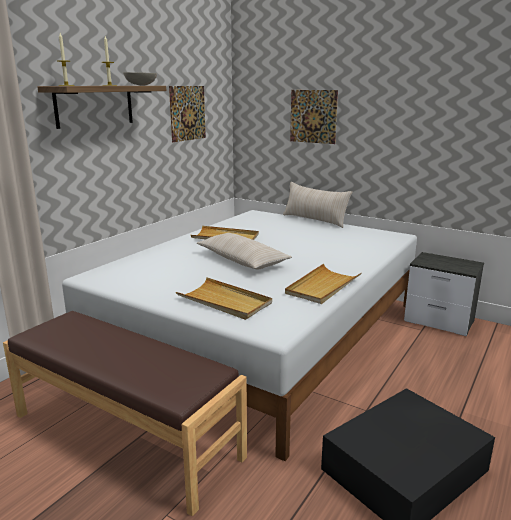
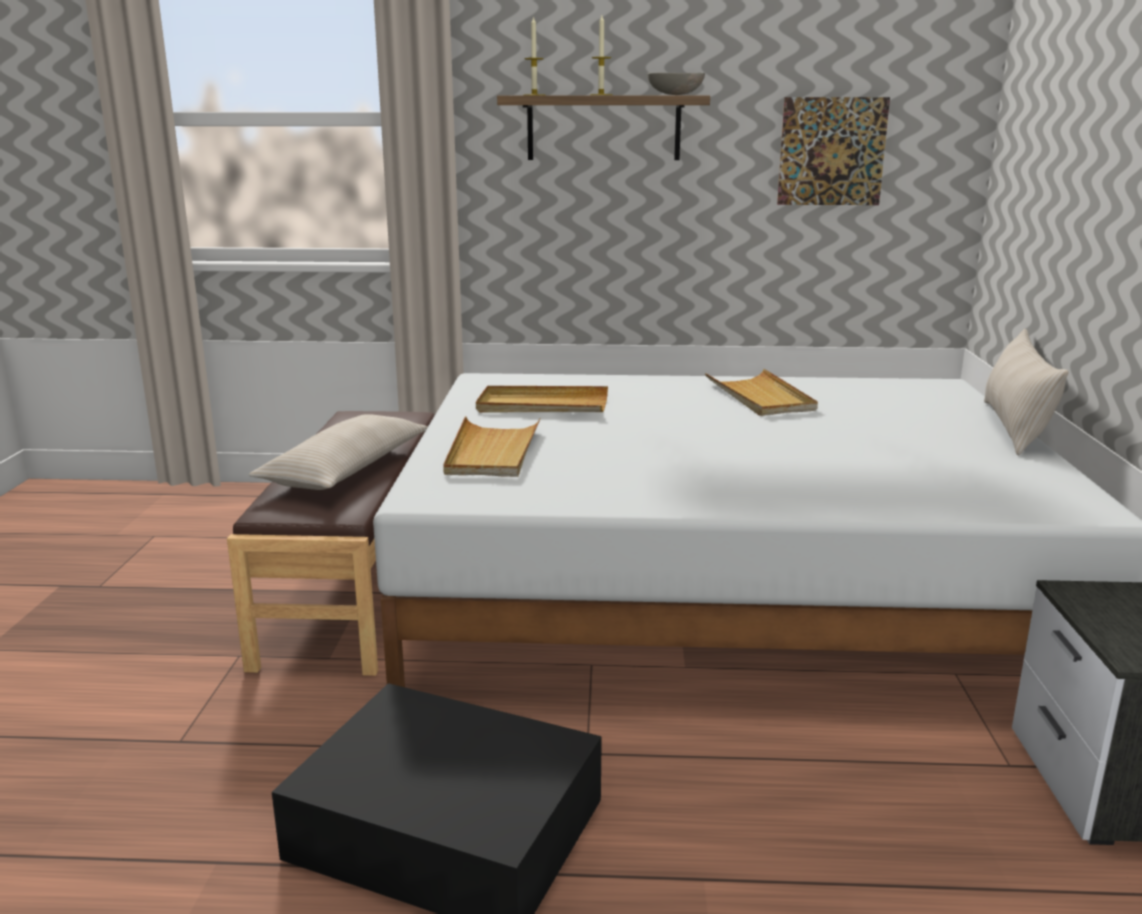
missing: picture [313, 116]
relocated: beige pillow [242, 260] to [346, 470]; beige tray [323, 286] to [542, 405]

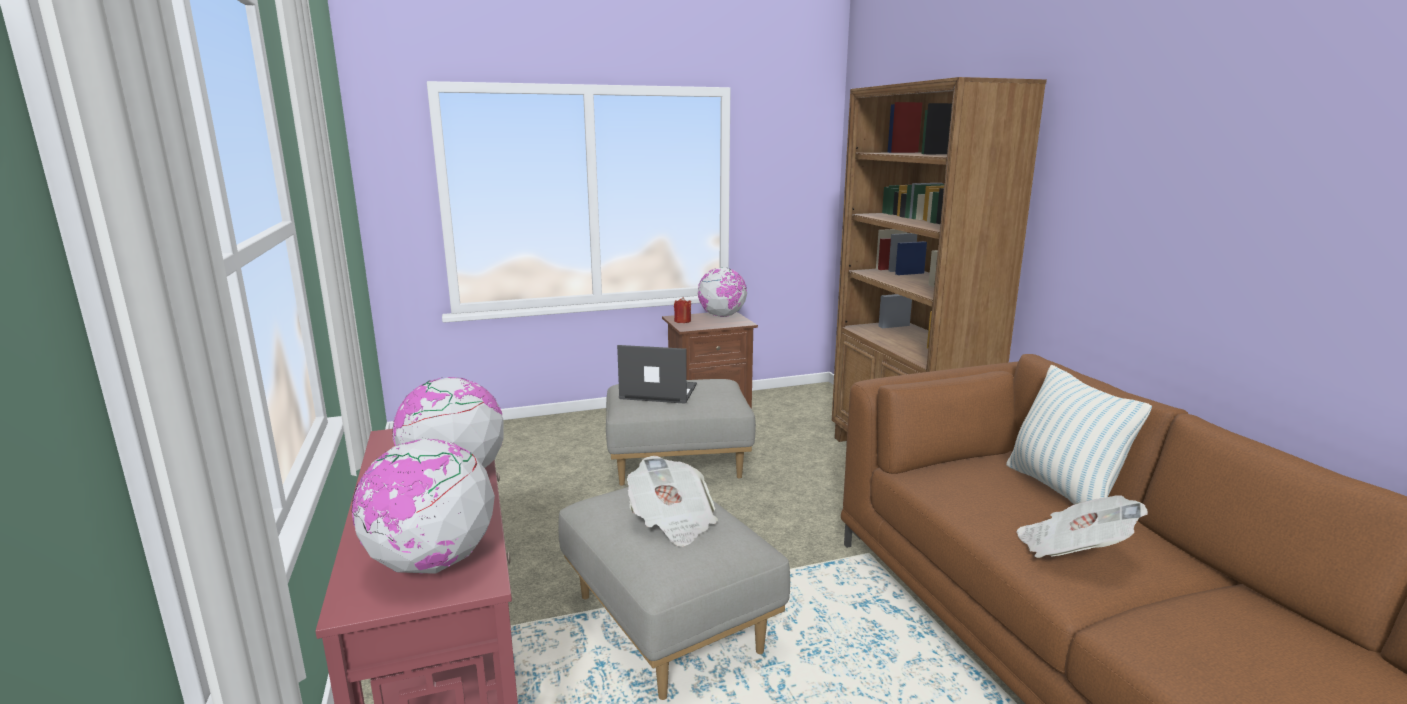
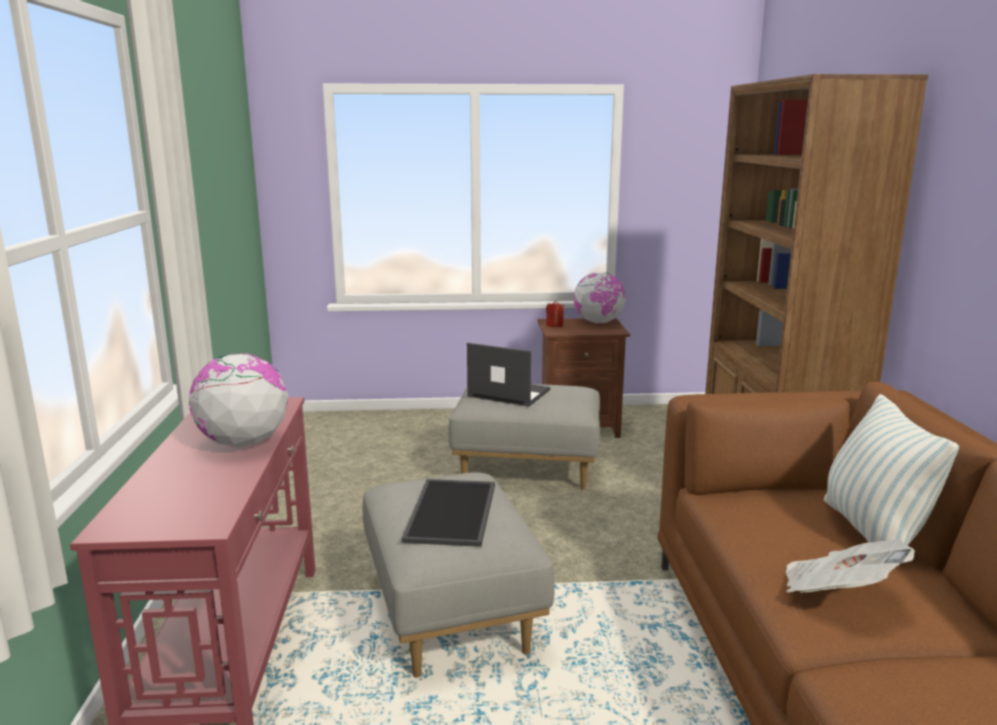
missing: globe [432, 563]
exchanged: newspaper [672, 522] to tray [453, 512]

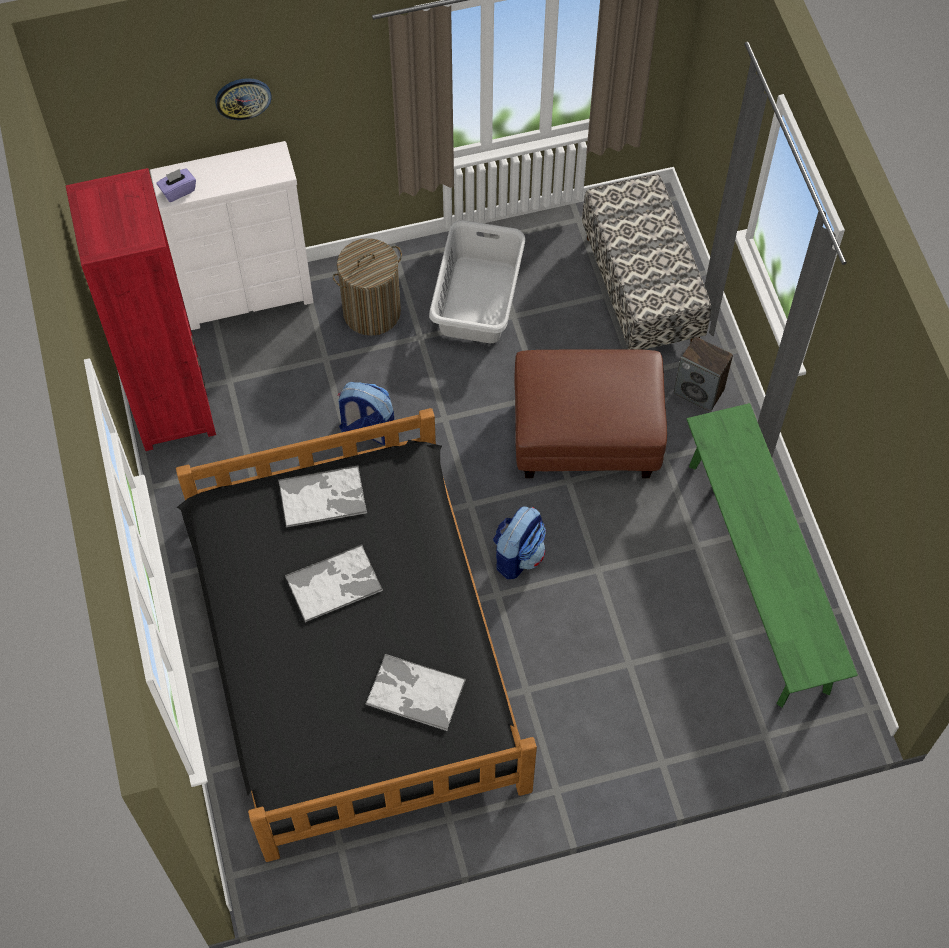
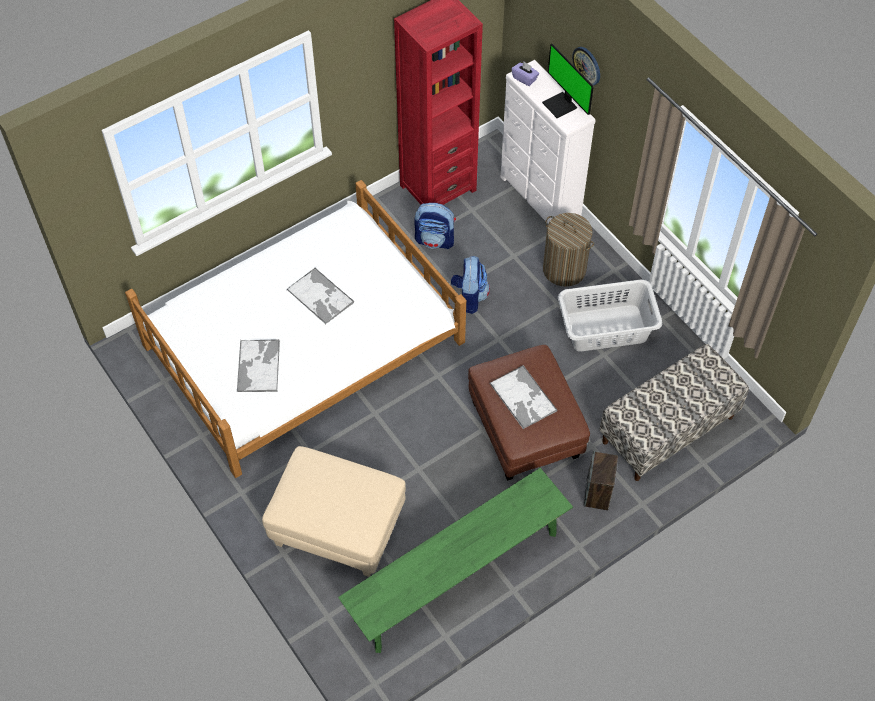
appeared: monitor [561, 105]; beige ottoman [337, 527]
relocated: tray [323, 497] to [523, 398]; backpack [518, 555] to [435, 240]
colour: black bed [353, 647] to white bed [304, 342]

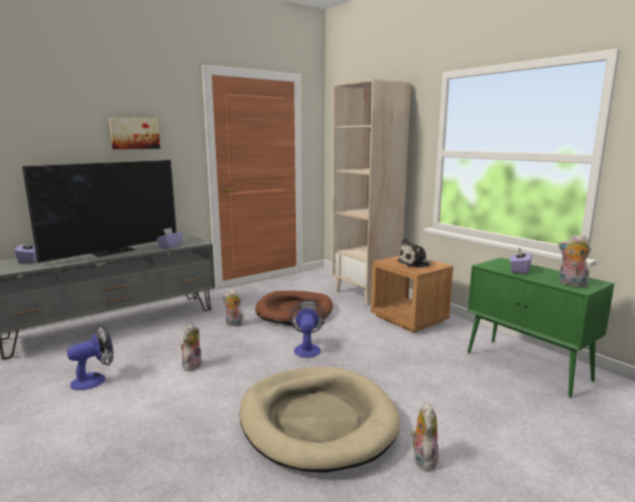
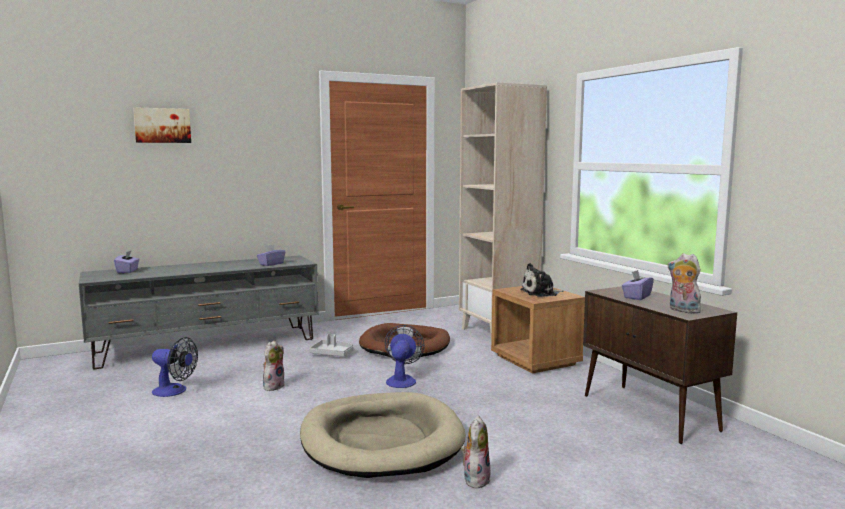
missing: television [114, 251]
relocated: picture [134, 133] to [162, 125]
exchanged: plush toy [234, 324] to grey tray [332, 353]
colour: green cabinet [528, 366] to brown cabinet [650, 413]
spun: fan [94, 379] = [174, 391] 45 degrees clockwise

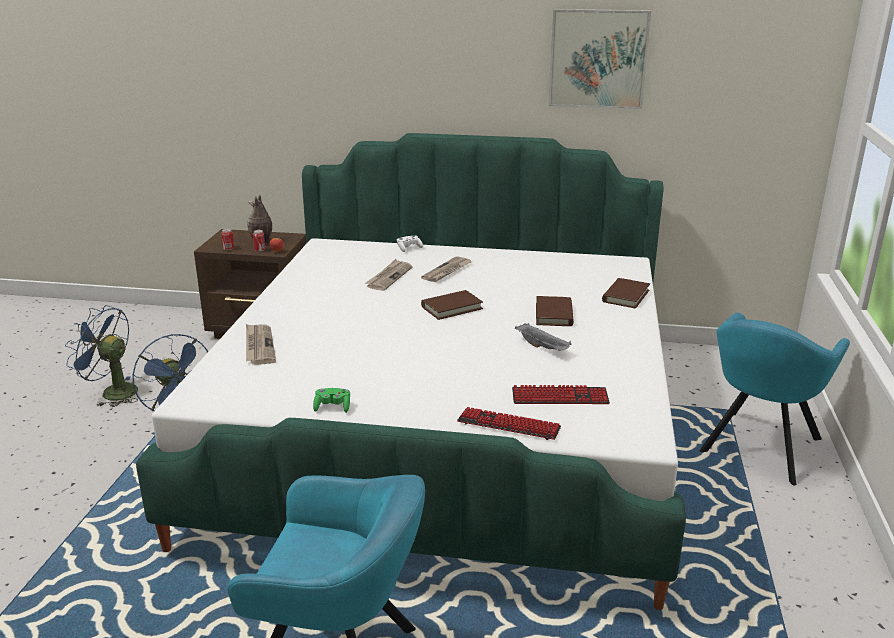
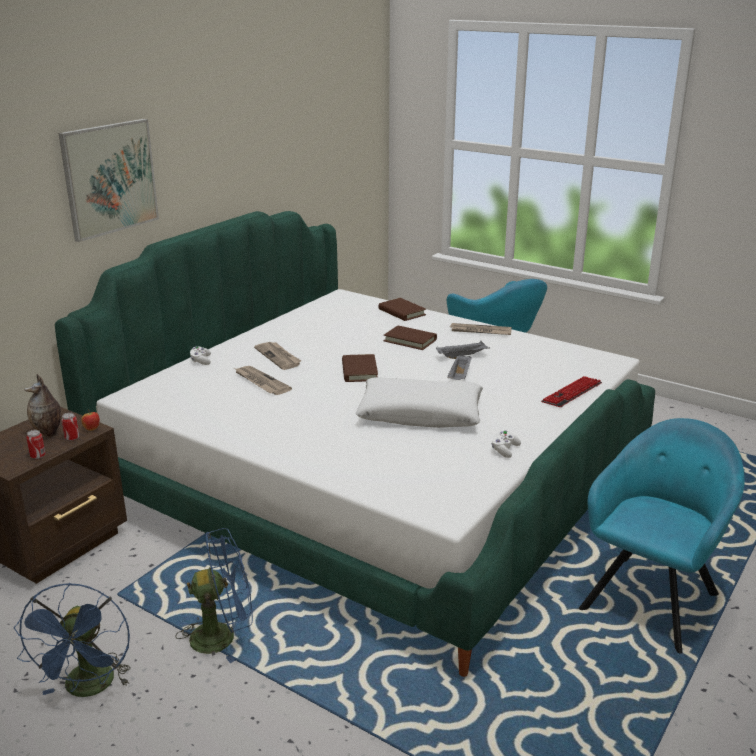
missing: keyboard [560, 397]
appeared: grey tray [459, 377]; white pillow [420, 414]
relocated: picture [598, 59] to [110, 178]; newspaper [259, 346] to [480, 331]
colour: green game controller [333, 407] to white game controller [504, 450]
spun: blue fan [112, 392] = [88, 689] 45 degrees counterclockwise

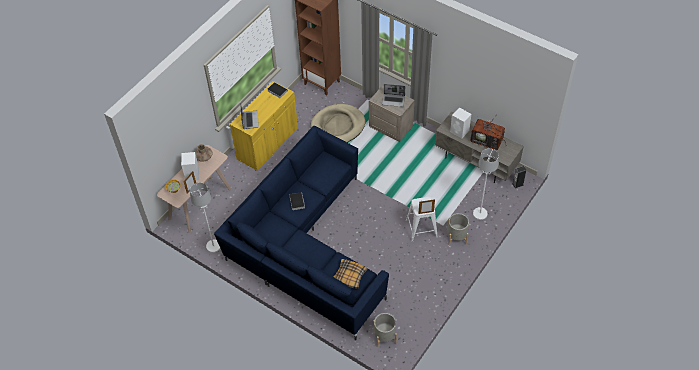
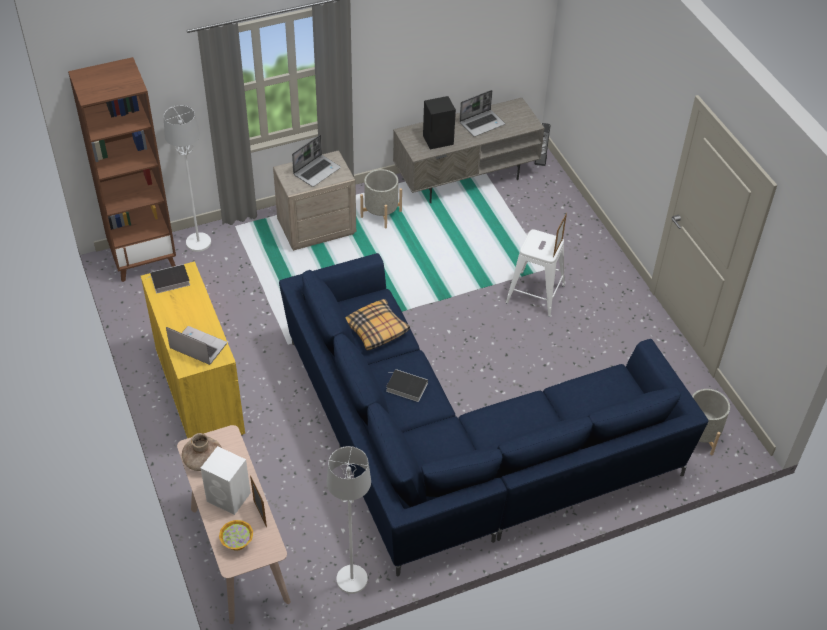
missing: beige dog bed [338, 126]
relocated: white floor lamp [480, 214] to [199, 242]; grey planter [456, 237] to [381, 214]; pillow [349, 276] to [376, 330]
exchanged: television [487, 141] to laptop [482, 123]
colour: white speaker [460, 131] to black speaker [439, 140]

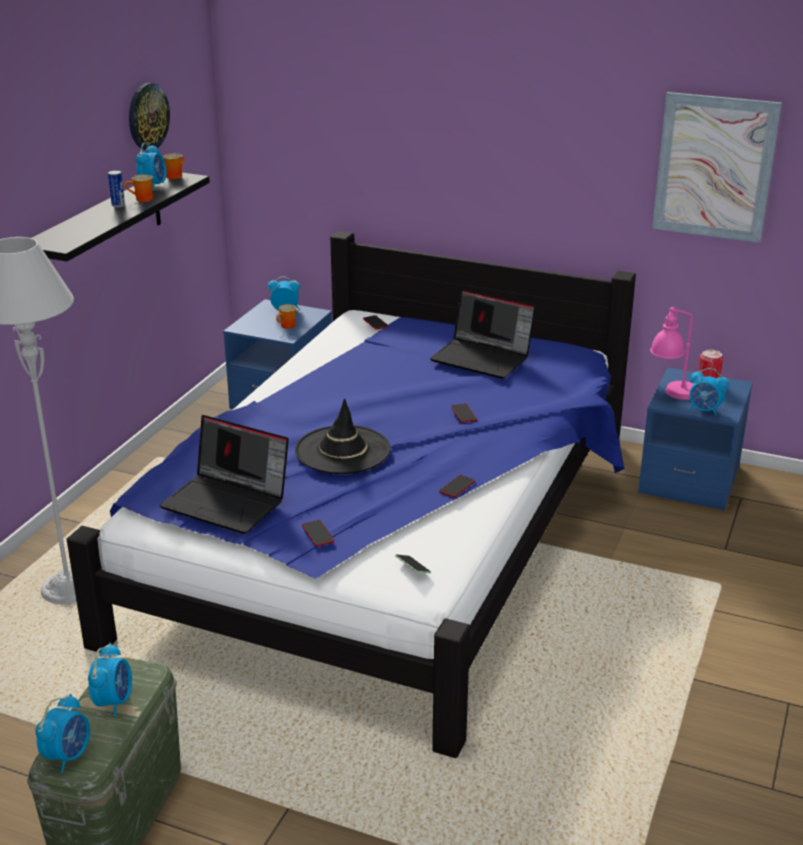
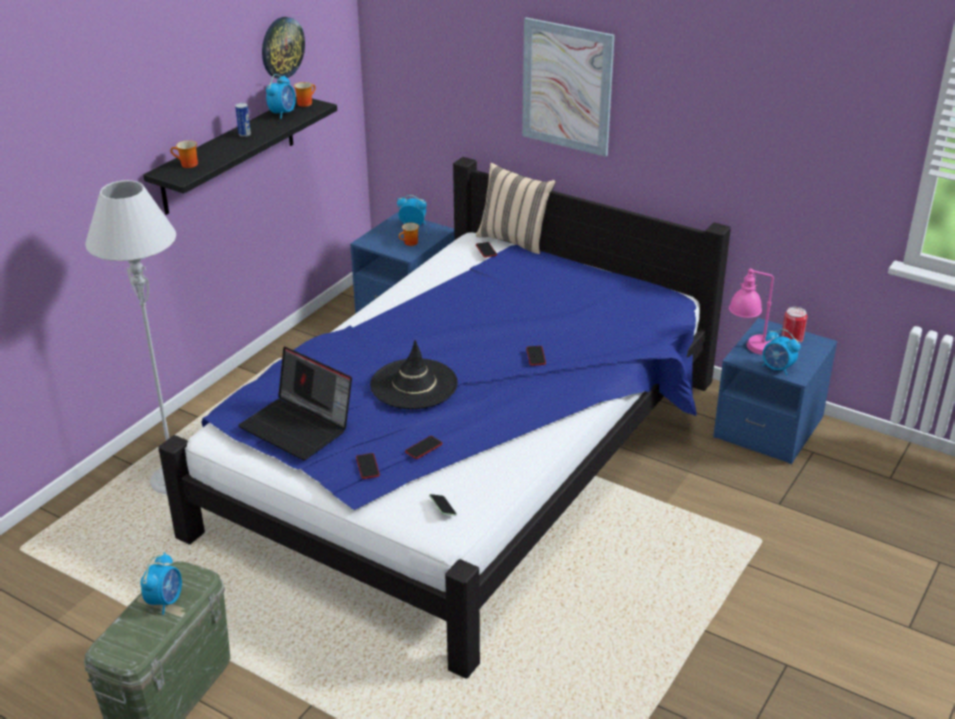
missing: laptop [483, 358]; alarm clock [68, 755]
appeared: beige pillow [515, 241]
relocated: picture [714, 167] to [567, 87]; mug [142, 199] to [187, 165]; phone [457, 487] to [423, 448]

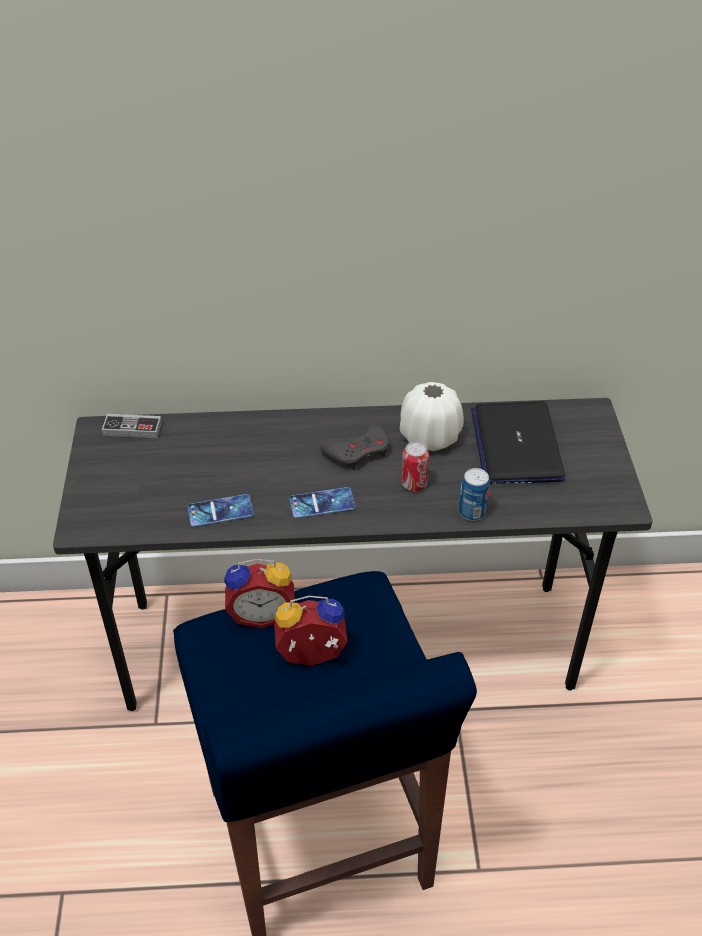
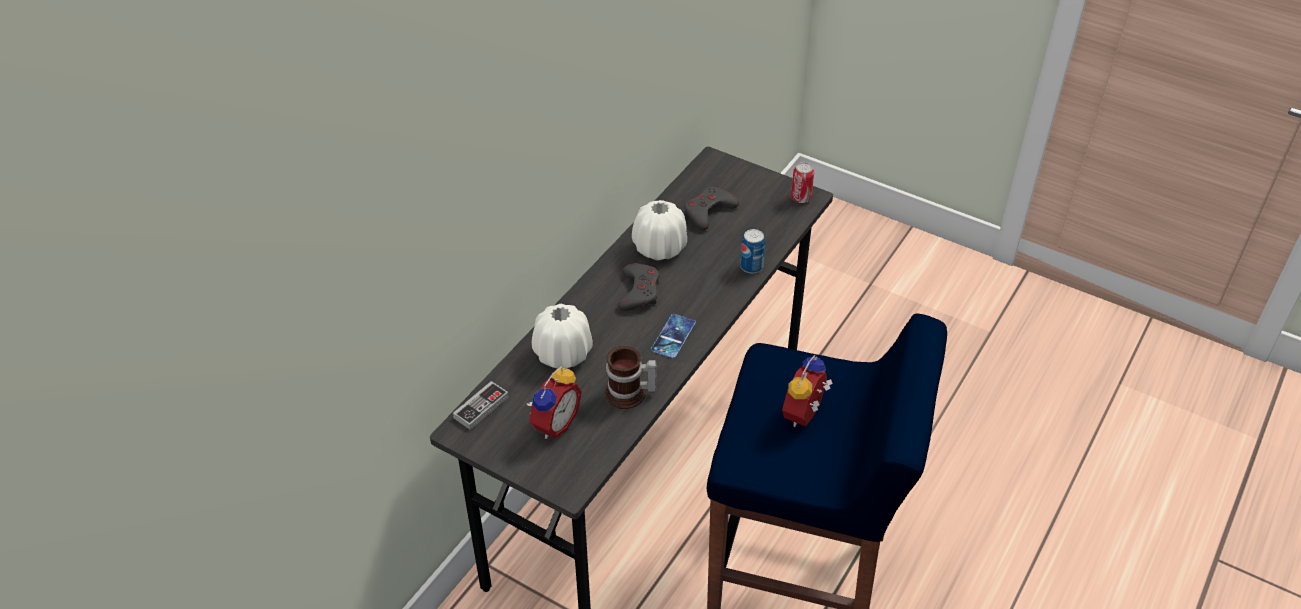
appeared: white vase [563, 354]
relocated: can [414, 484] to [801, 198]; alarm clock [261, 613] to [553, 423]
exchanged: laptop [516, 444] to grey game controller [708, 212]; phone [220, 511] to mug [629, 395]

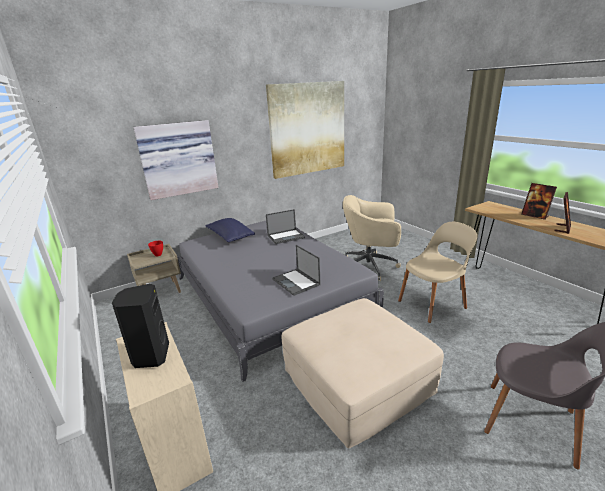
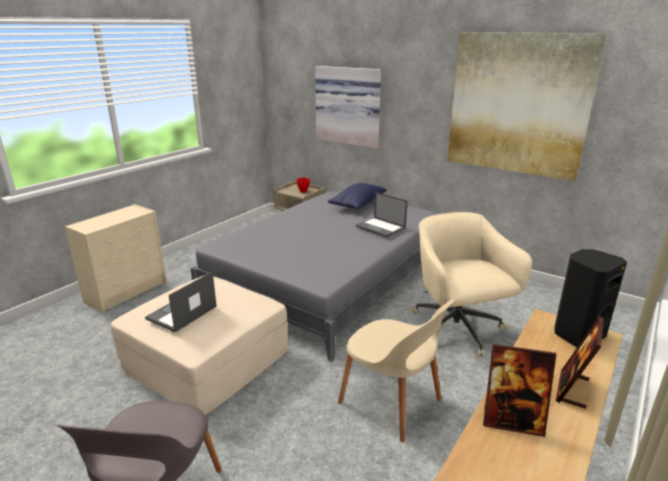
relocated: laptop [296, 282] to [181, 313]; black speaker [150, 356] to [577, 335]

